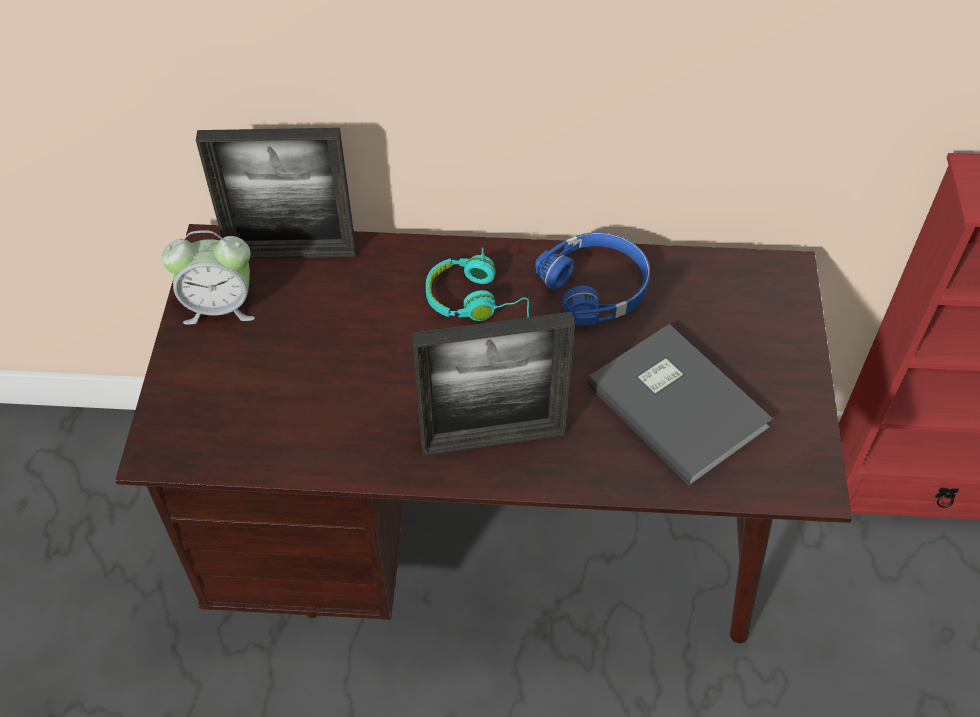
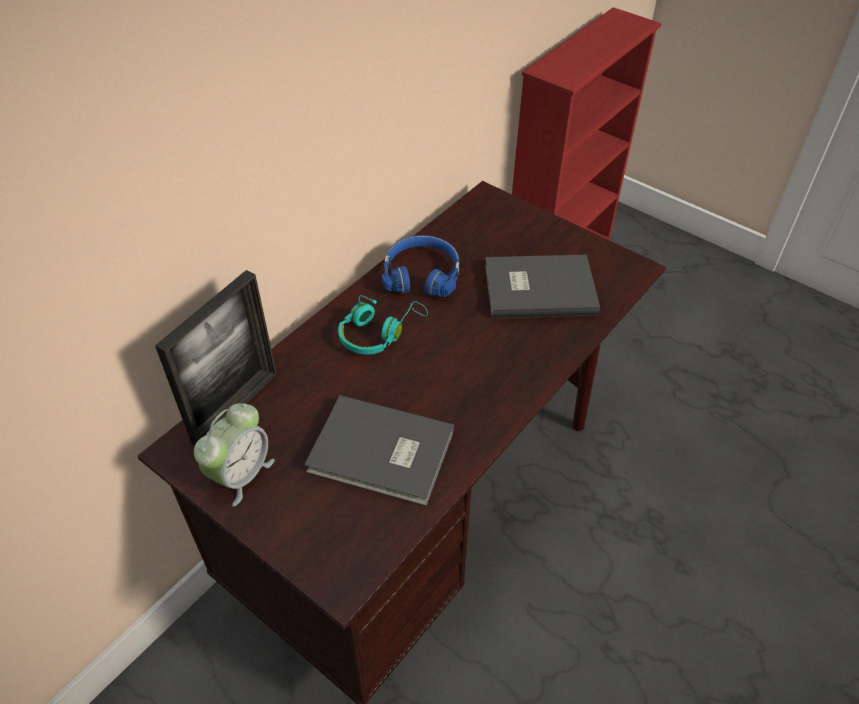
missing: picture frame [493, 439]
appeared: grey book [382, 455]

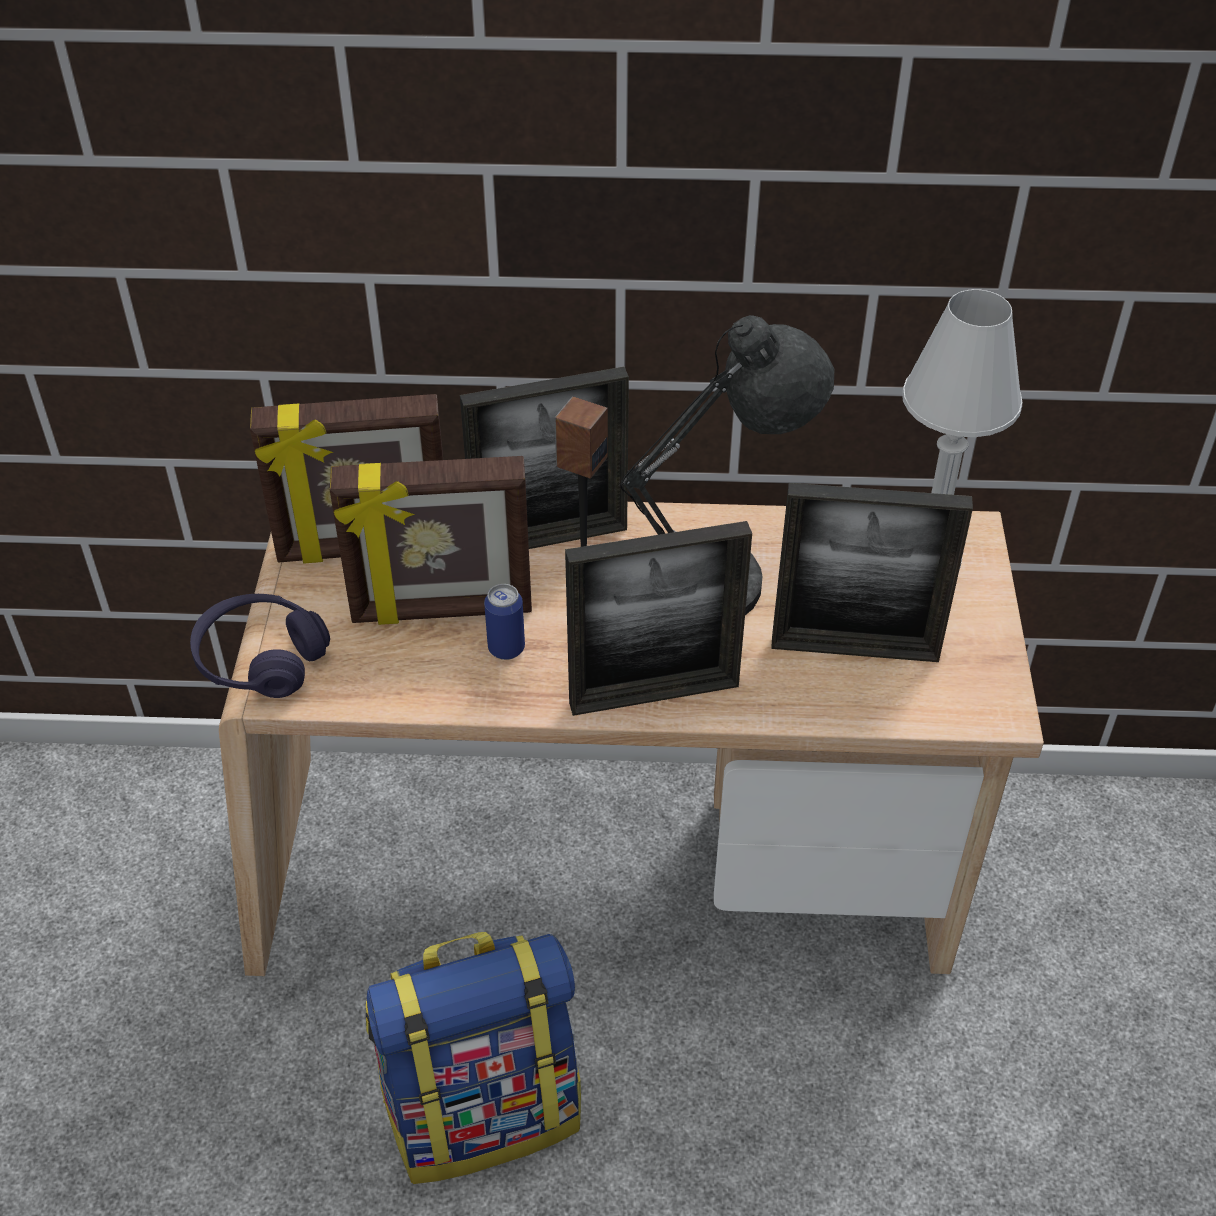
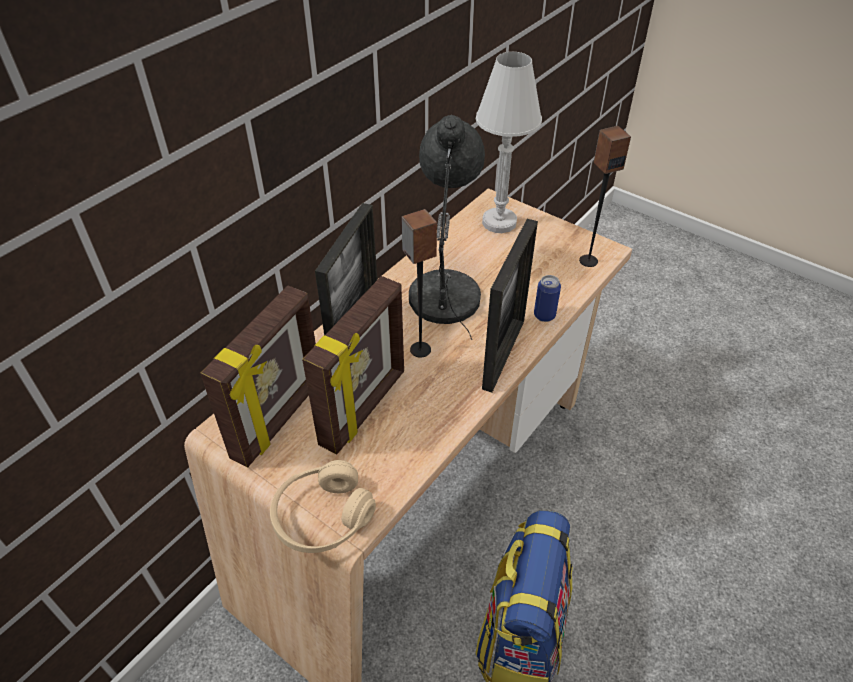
missing: picture frame [854, 649]
appeared: speaker [588, 260]
relocated: can [506, 648] to [544, 315]
colour: purple headphones [261, 660] to beige headphones [323, 517]

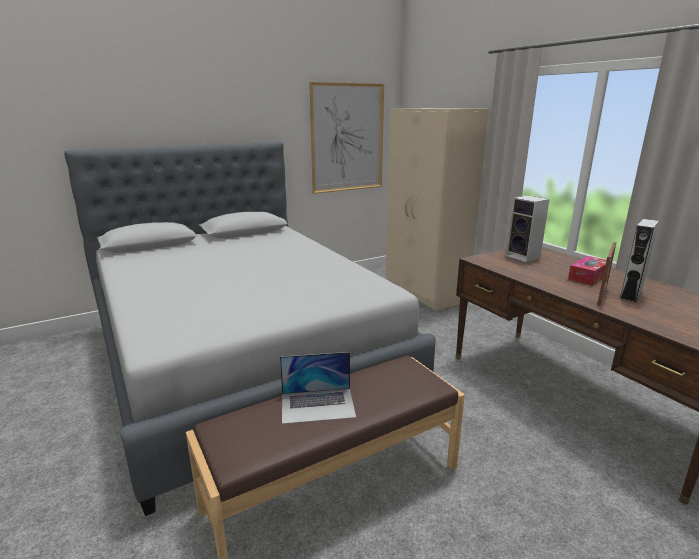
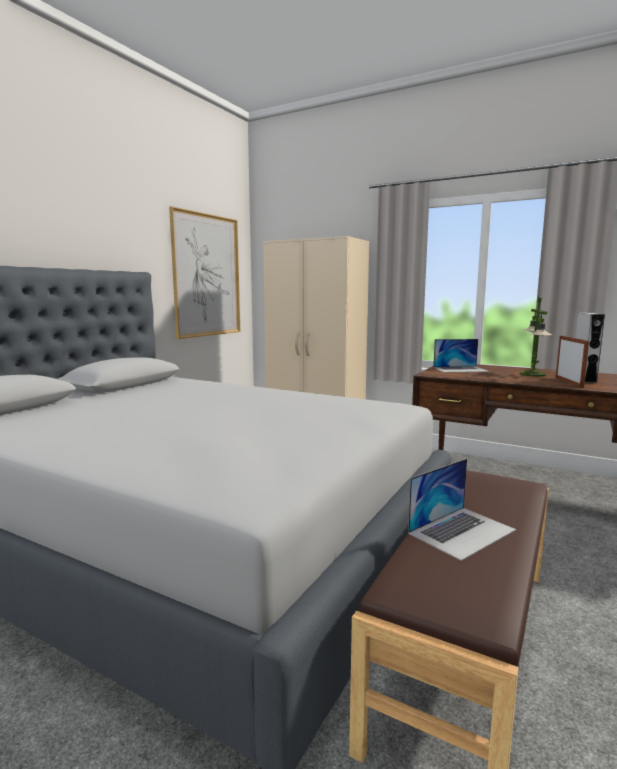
exchanged: speaker [524, 257] to laptop [460, 369]; tissue box [588, 277] to table lamp [532, 374]

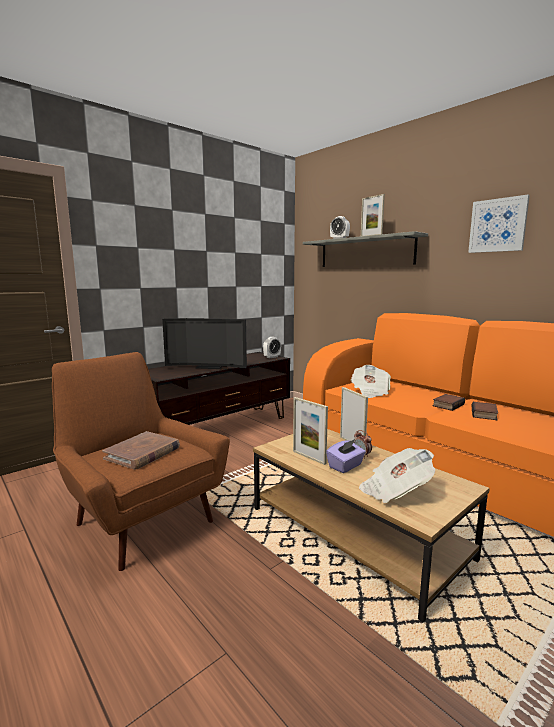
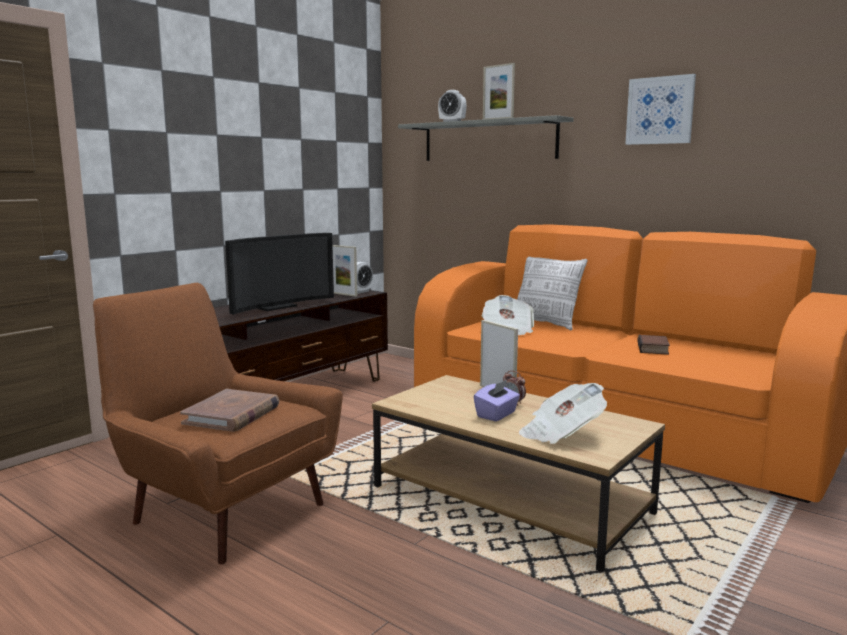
missing: book [447, 405]
appeared: pillow [546, 323]
relocated: picture frame [309, 457] to [343, 294]
spun: television [209, 367] = [275, 307] 45 degrees counterclockwise

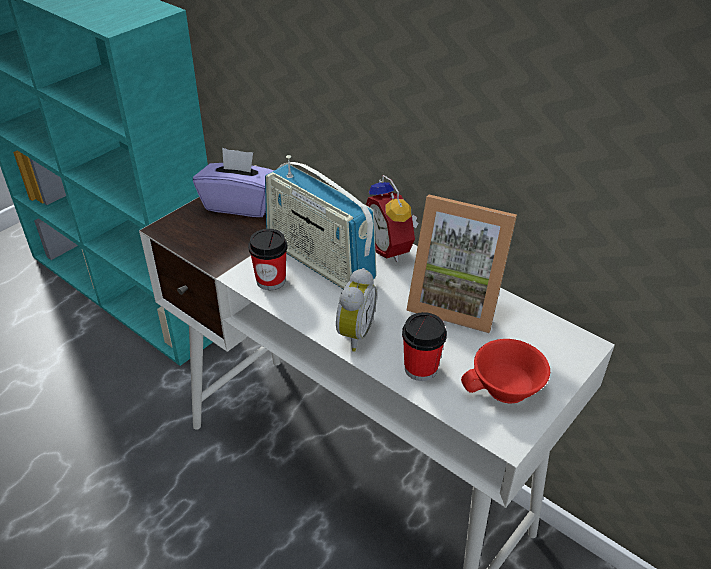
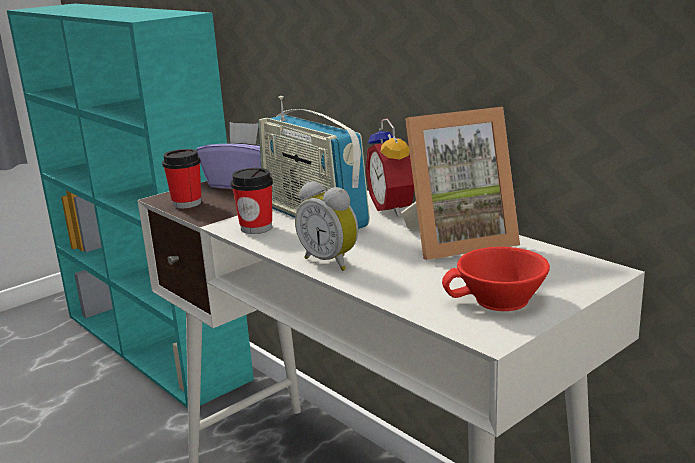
relocated: cup [420, 368] to [187, 203]
spun: picture frame [456, 301] = [457, 241] 45 degrees counterclockwise; alarm clock [352, 333] = [331, 261] 105 degrees clockwise

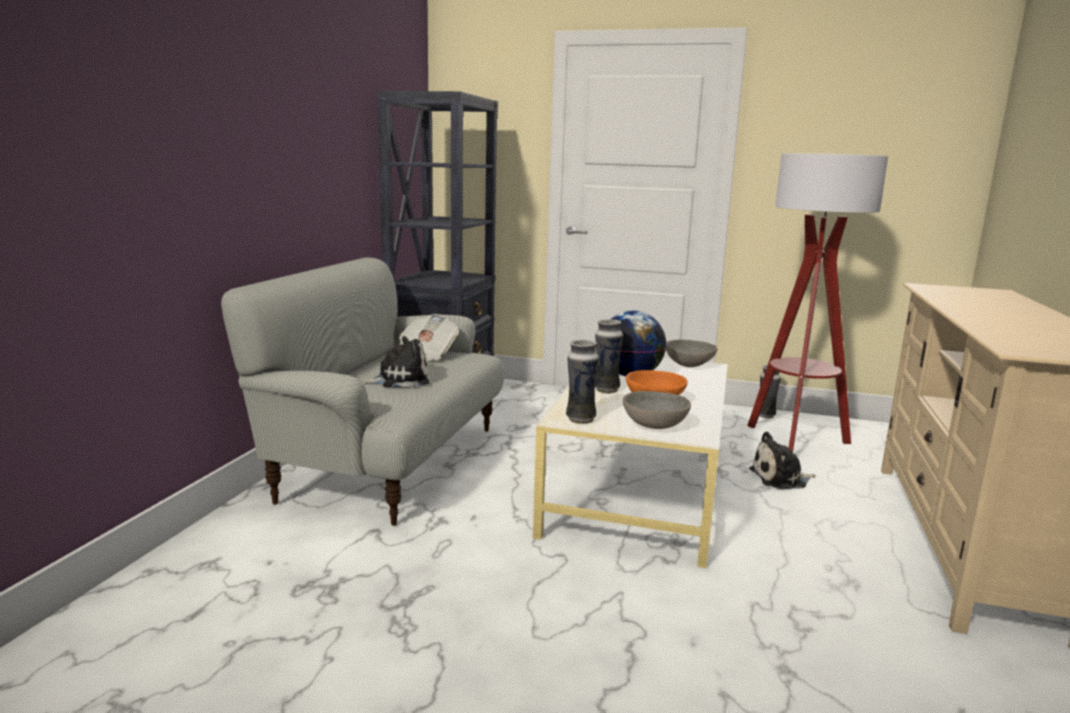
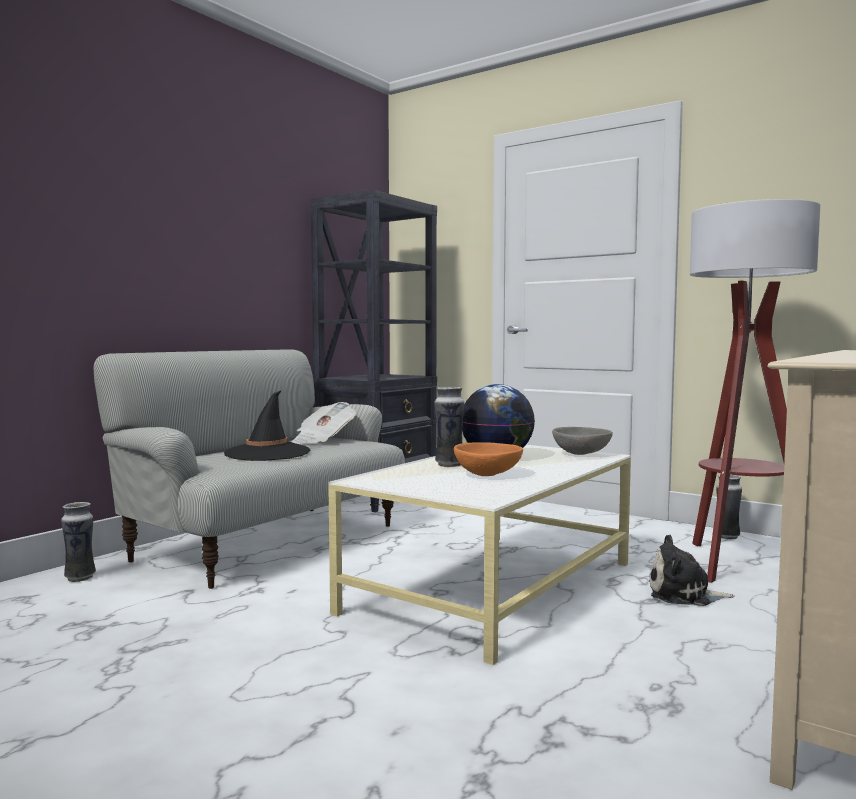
missing: grey bowl [655, 425]
relocated: vase [580, 419] to [80, 577]
exchanged: plush toy [399, 380] to black hat [267, 453]

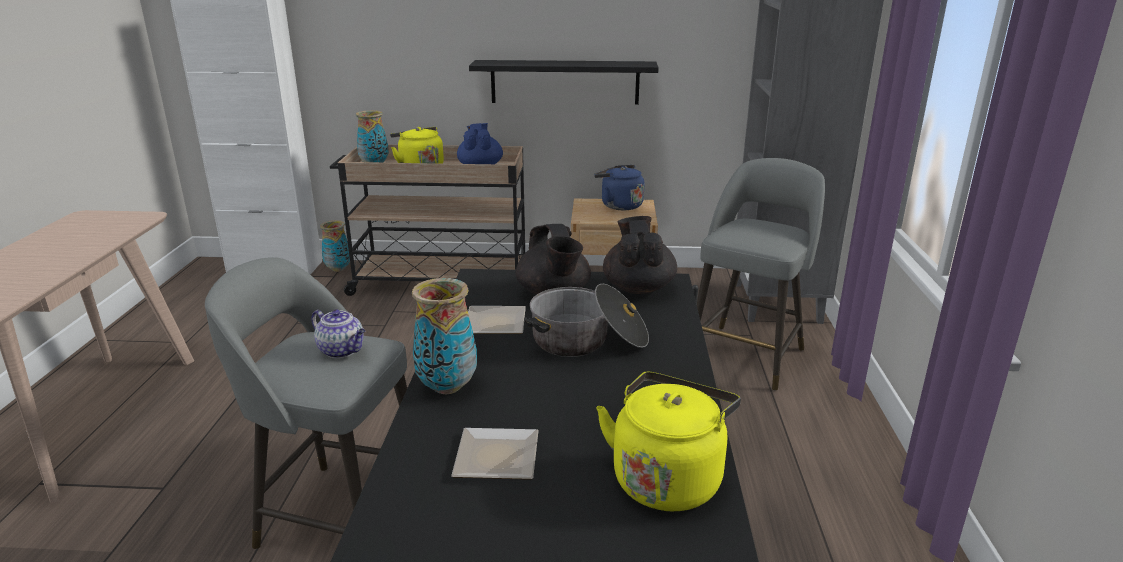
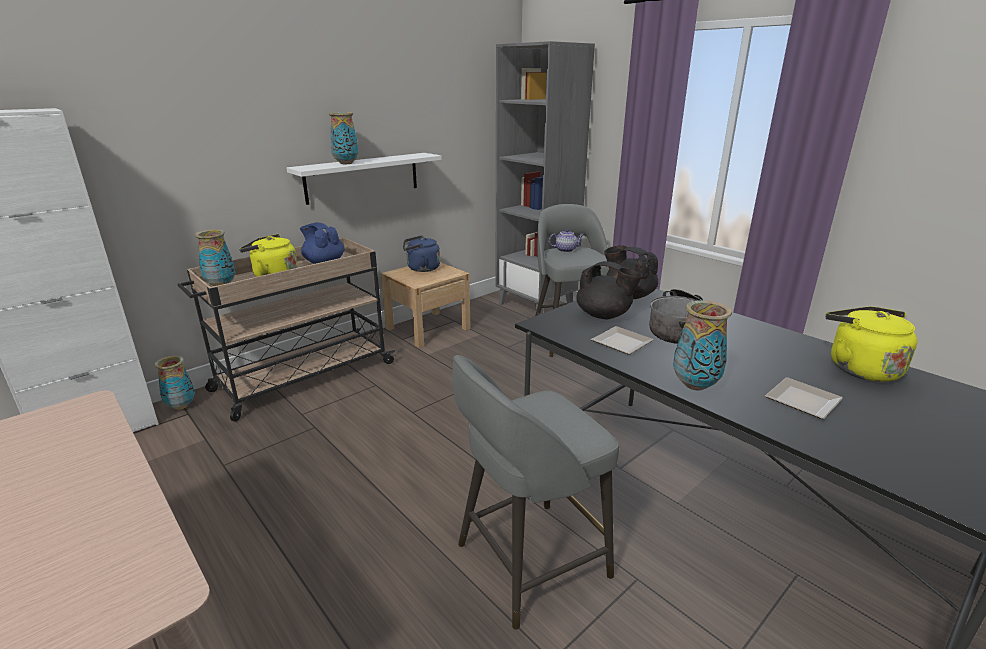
appeared: vase [346, 163]
relocated: teapot [342, 350] to [566, 250]
colour: black shelf [564, 82] to white shelf [363, 177]

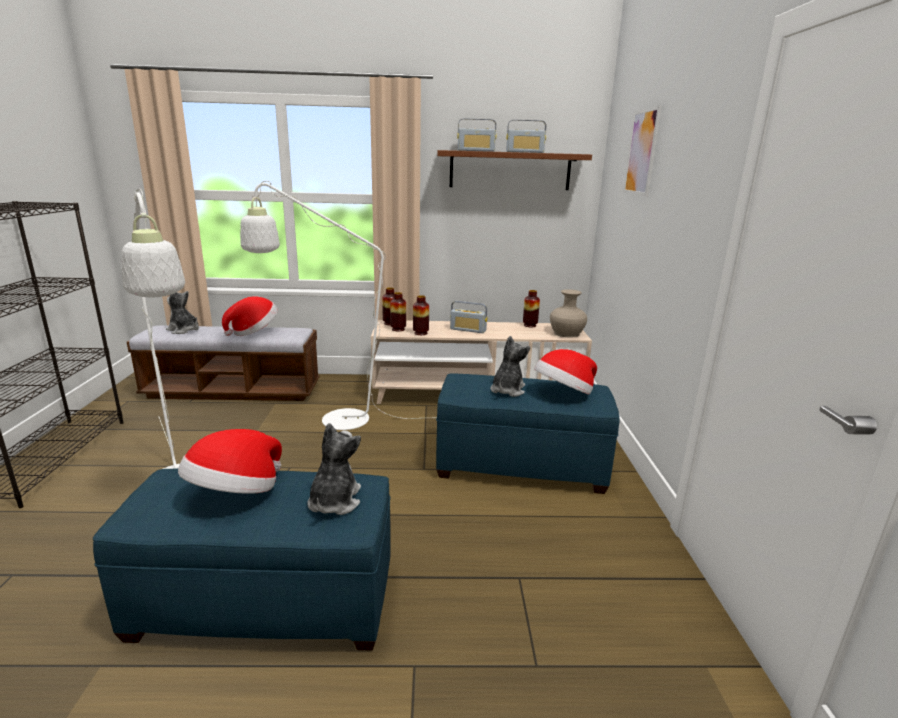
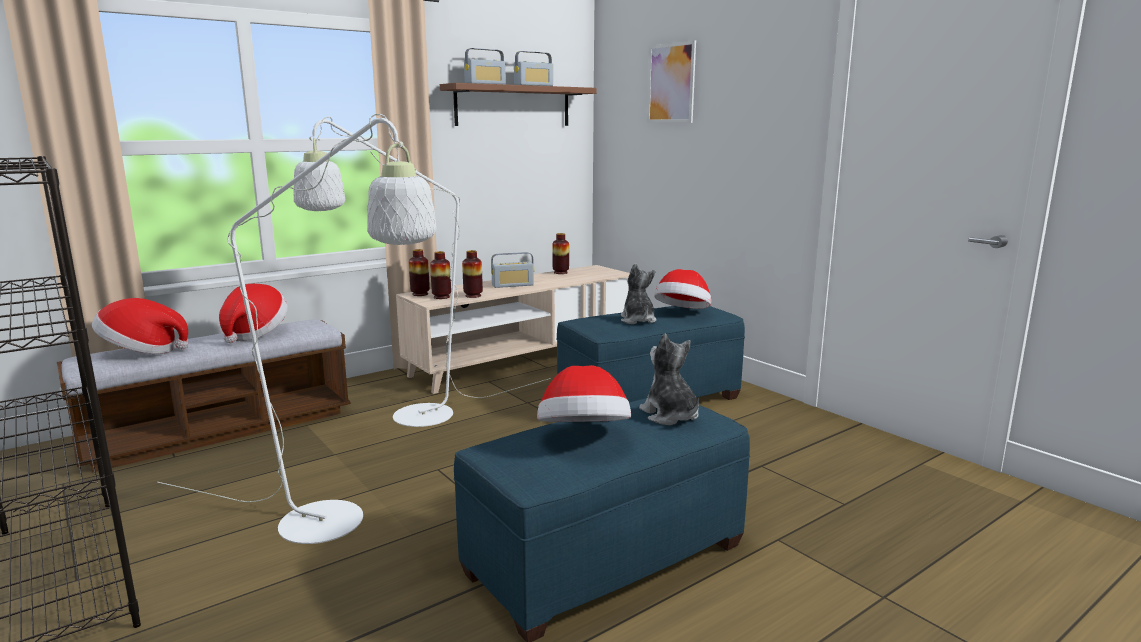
missing: beige vase [566, 333]
exchanged: plush toy [184, 330] to hat [142, 351]

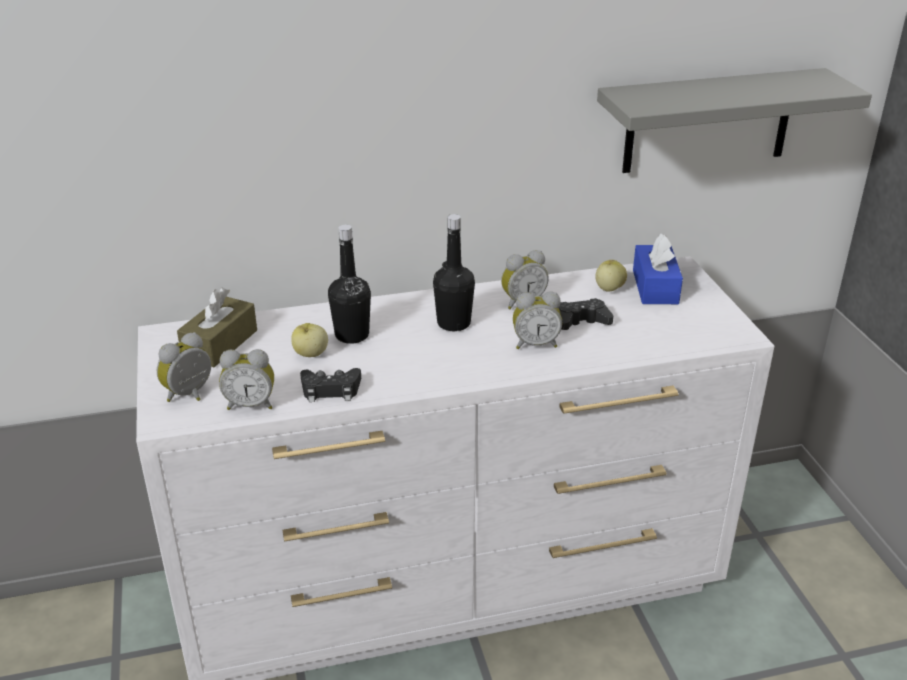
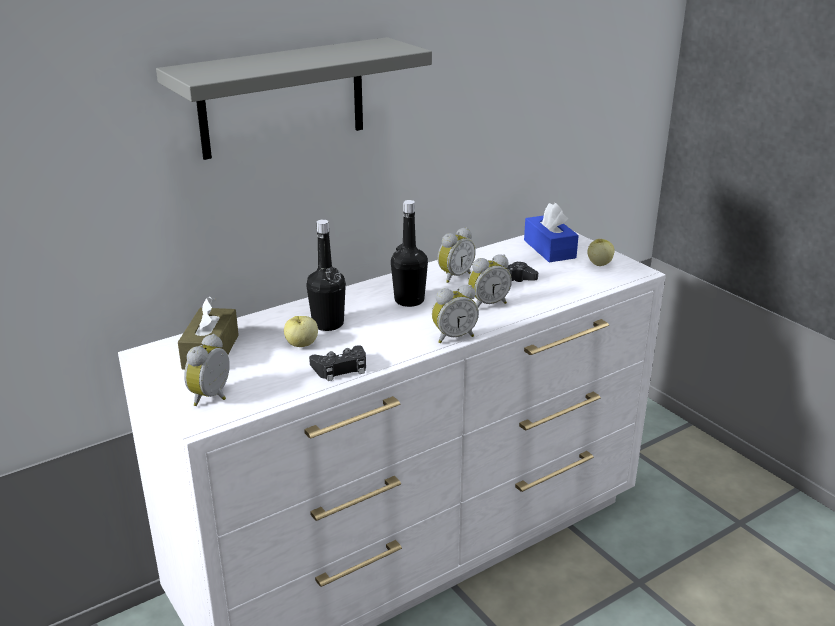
relocated: grey shelf [708, 121] to [283, 98]; apple [609, 288] to [599, 264]; alarm clock [251, 404] to [453, 336]

